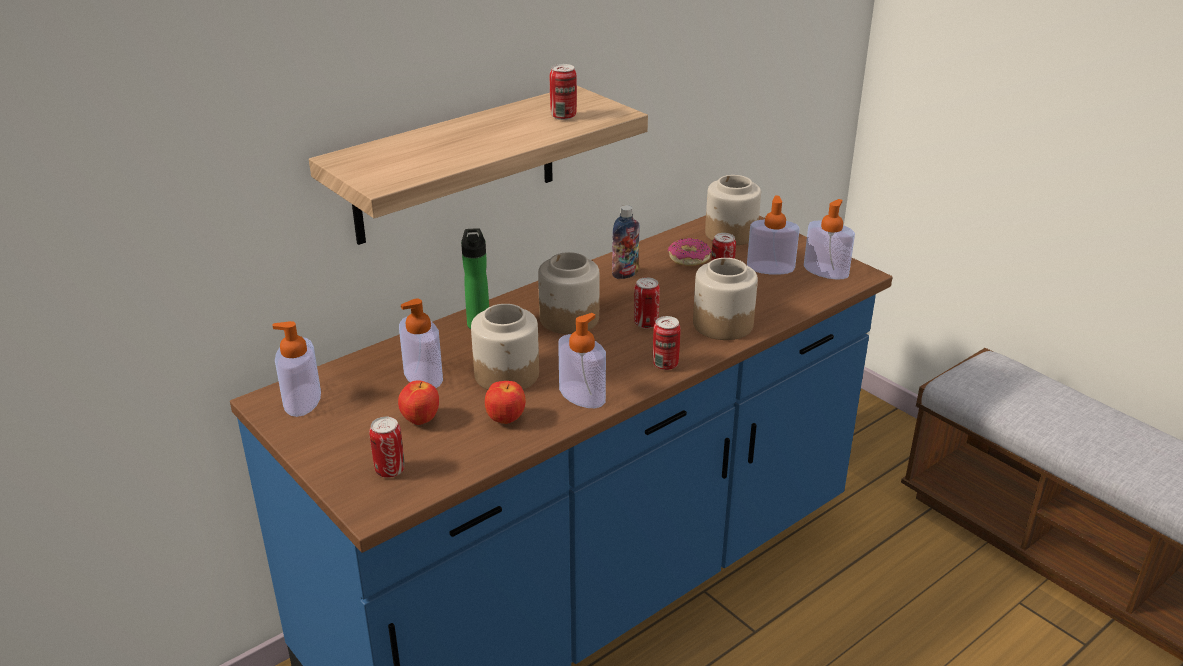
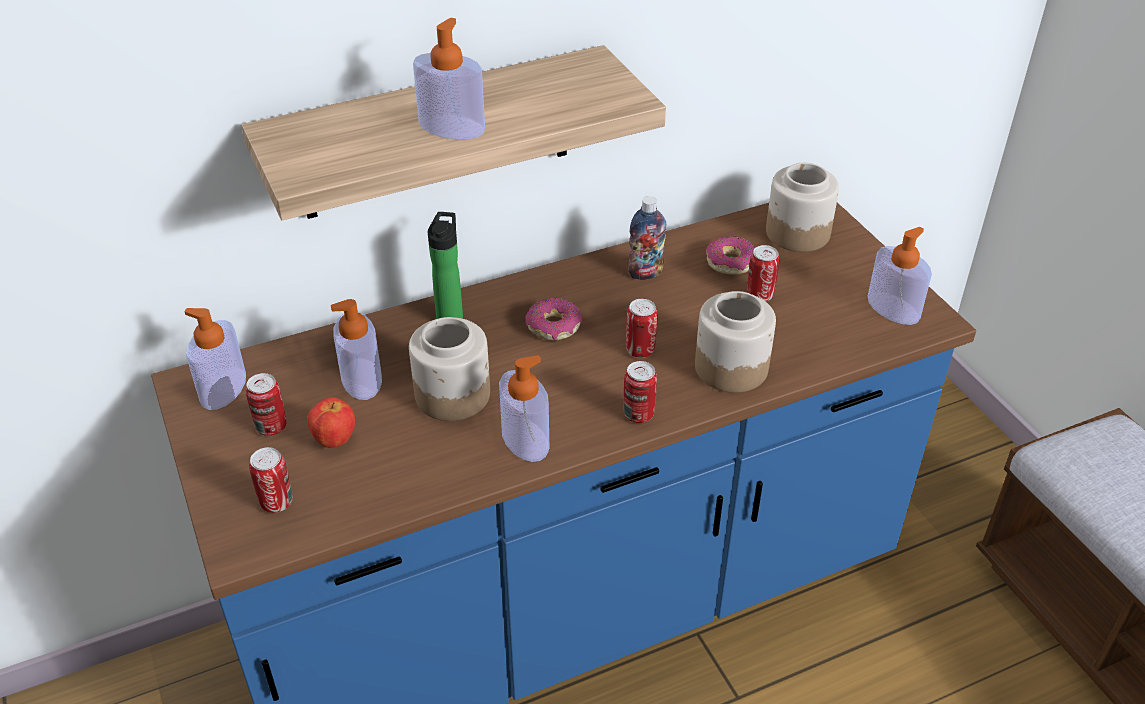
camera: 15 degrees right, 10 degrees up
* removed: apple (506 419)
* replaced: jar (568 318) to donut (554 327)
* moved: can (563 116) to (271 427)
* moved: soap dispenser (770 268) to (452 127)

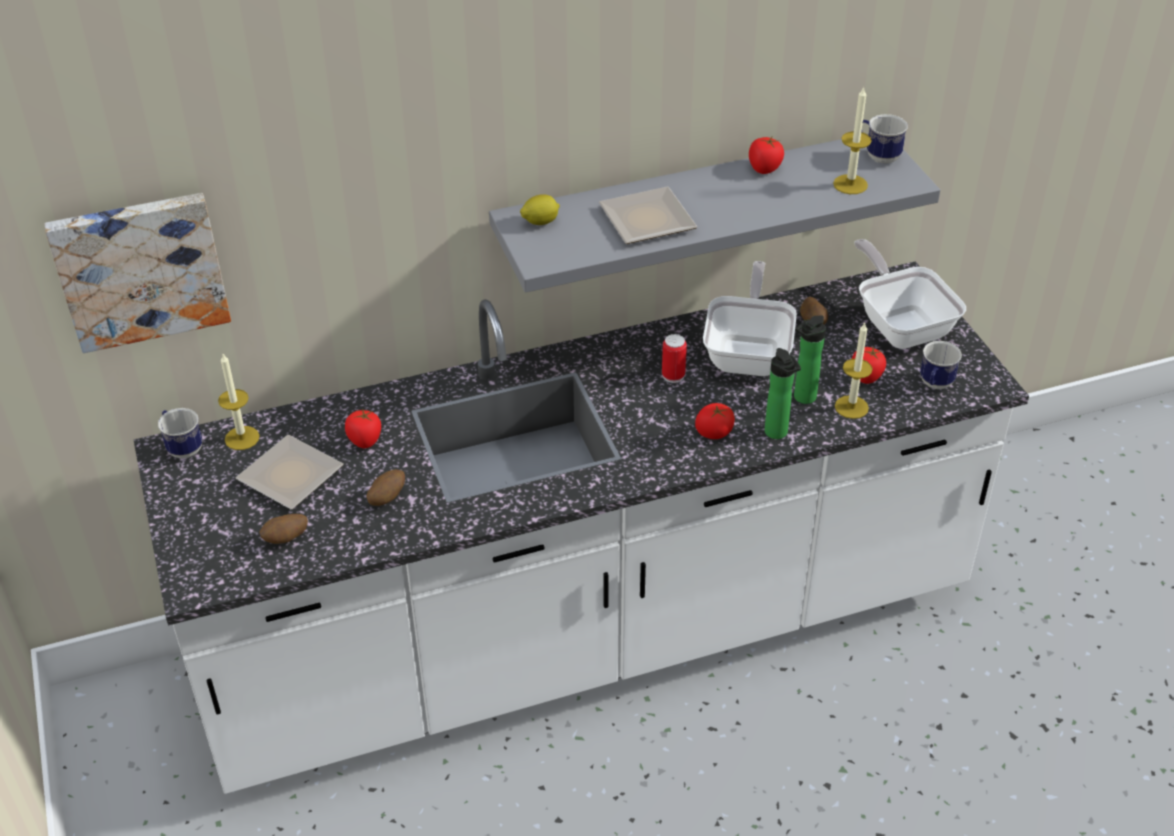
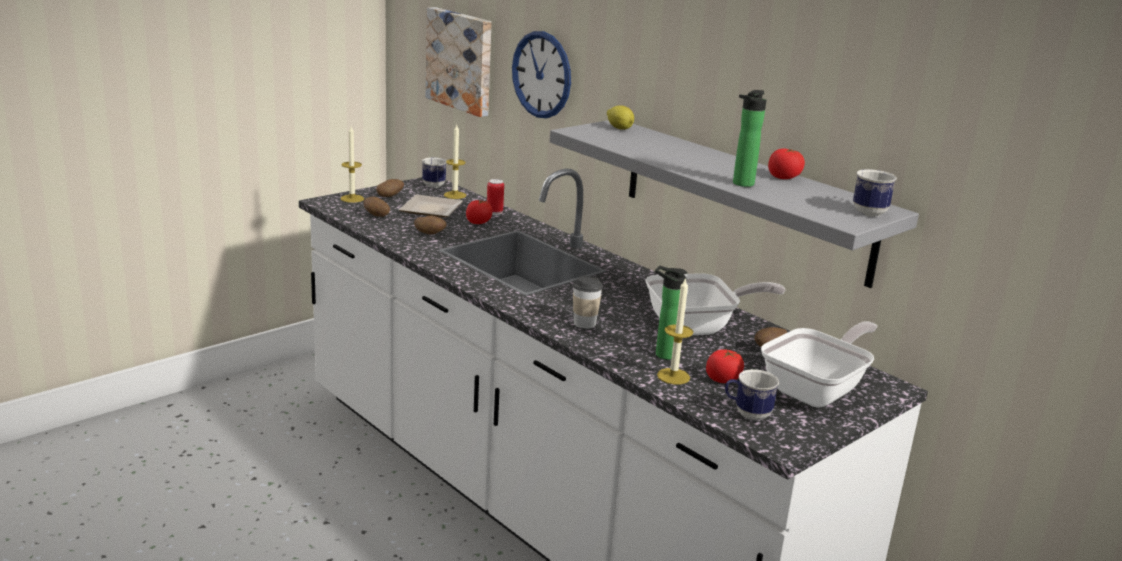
camera: 65 degrees right, 20 degrees down
* removed: plate (650 221)
* moved: can (673 375) to (494 212)
* replaced: tomato (714 433) to cup (584 323)
* moved: bottle (777 434) to (741 184)
* moved: candle (850 184) to (352 198)
* added: potato (390 196)
* added: wall clock (541 74)

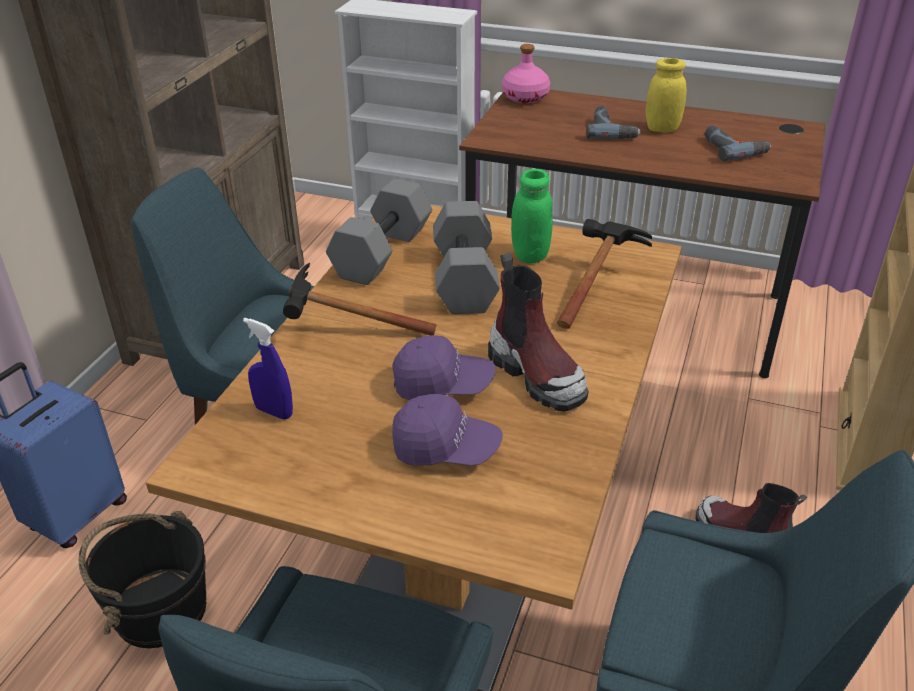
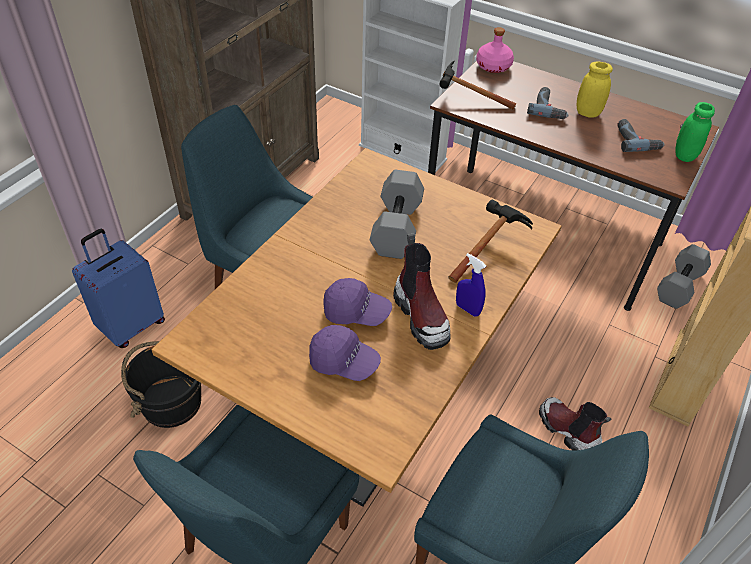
camera: 10 degrees right, 10 degrees up
* moved: blue spray bottle (274 412) to (467 309)
* moved: hammer (343 329) to (466 99)
* moved: grey dumbbell (383 254) to (680 287)
* moved: green jar (530 255) to (684 155)

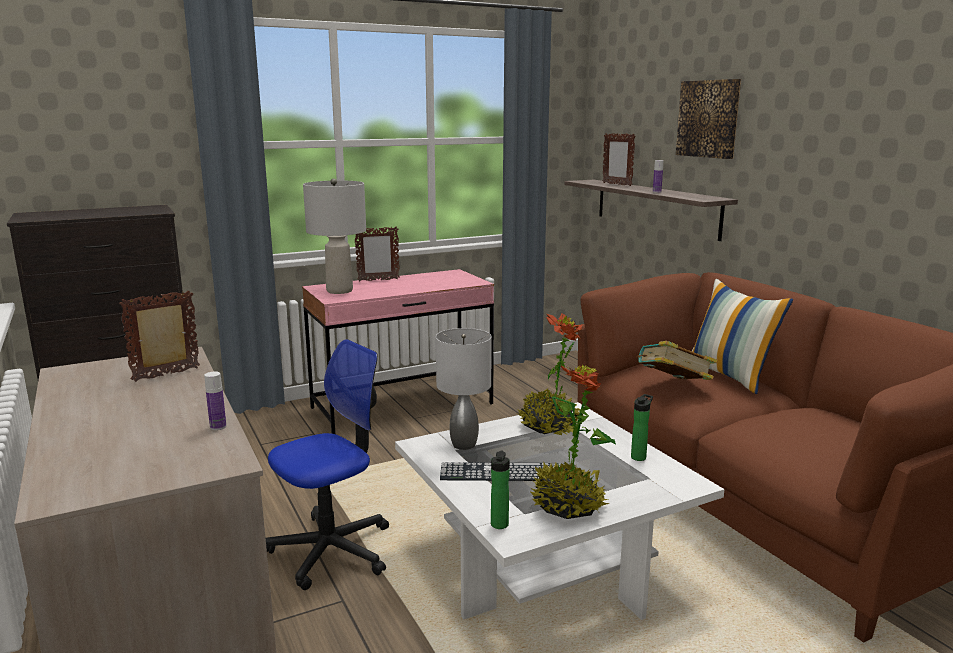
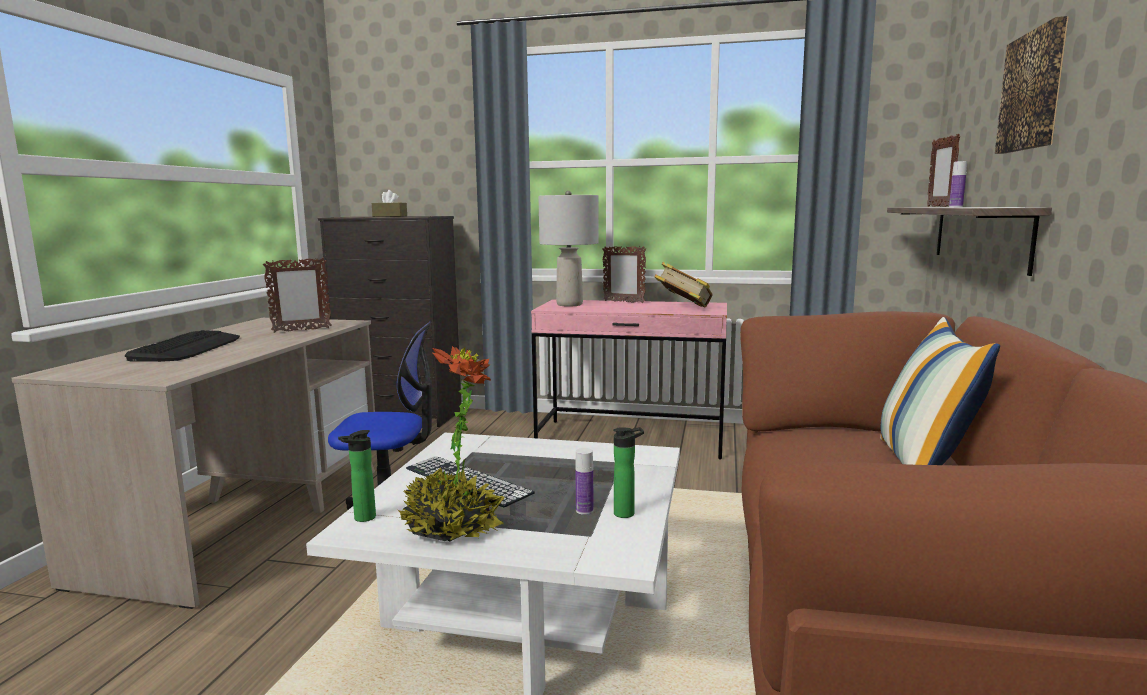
camera: 40 degrees right, 5 degrees down
* turned: picture frame (167 375) = (301 330) 150 degrees clockwise
* moved: bottle (218 427) to (584 510)
* removed: grey table lamp (463 444)
* removed: potted plant (549 427)
* moved: book (672 386) to (683 308)
* added: keyboard (187 348)
* added: brown tissue box (390 216)

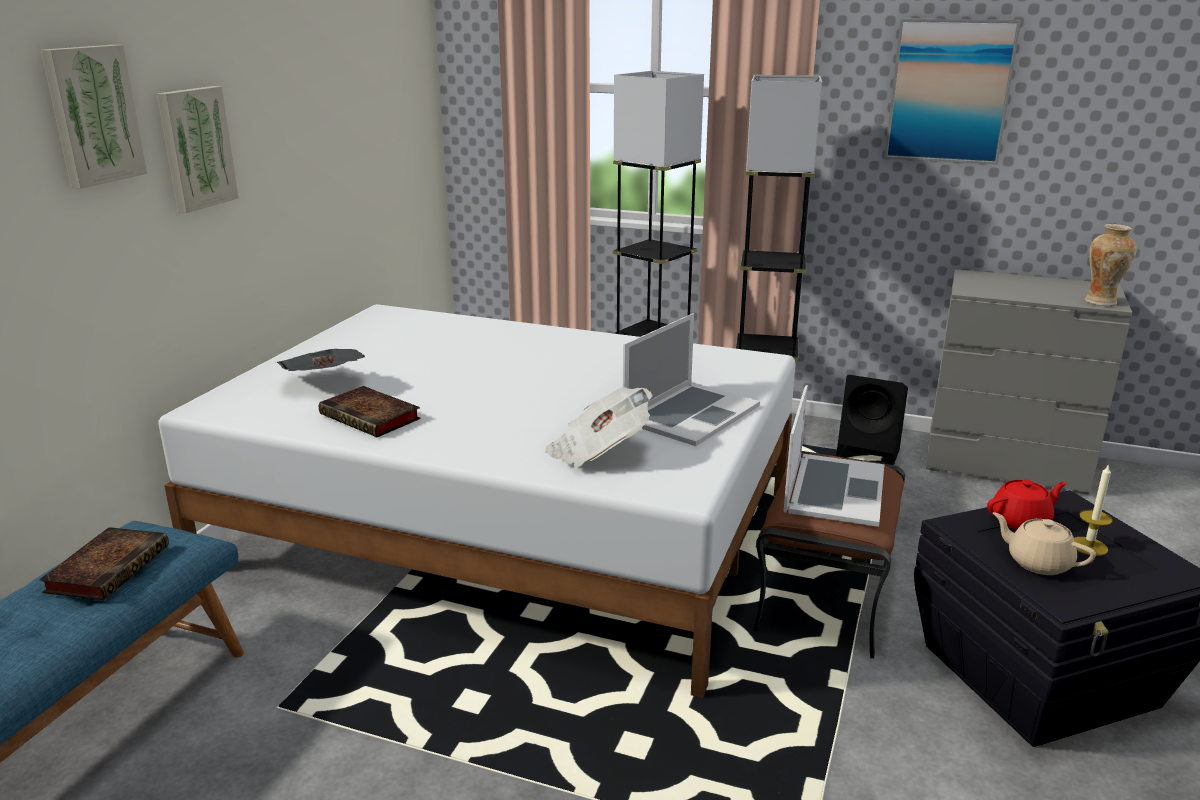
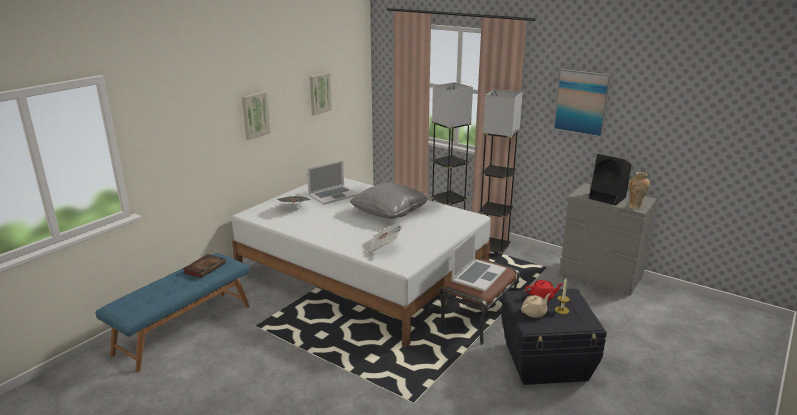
camera: 15 degrees right, 0 degrees up
* moved: picture (92 115) to (319 93)
* removed: book (372 417)
* moved: laptop (690 413) to (333 195)
* moved: black speaker (869 456) to (608 198)
* turned: beige teapot (1038 562) = (534 312) 90 degrees clockwise
* added: grey pillow (389 211)

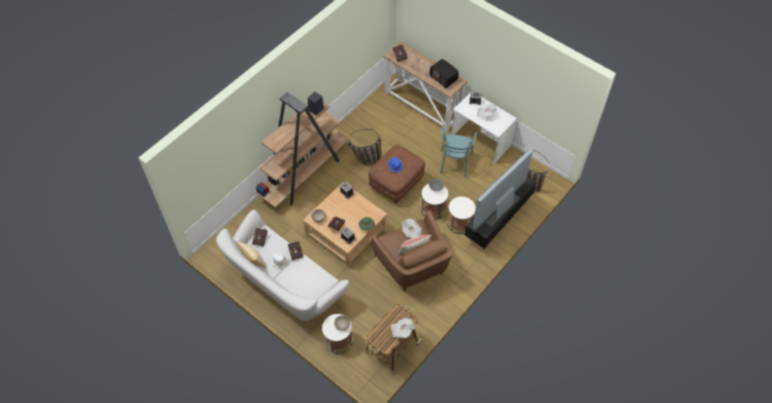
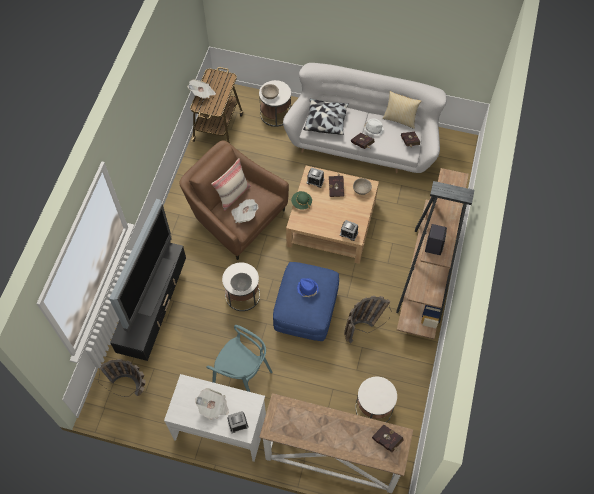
camera: 155 degrees right, 5 degrees up
* recoloured: brown ottoman (396 183) to blue ottoman (306 311)
* removed: radio (444 78)
* turned: turquoise chair (455 163) = (242 375) 135 degrees clockwise
* moved: white side table (460 222) to (374 408)
* added: pillow (325 121)

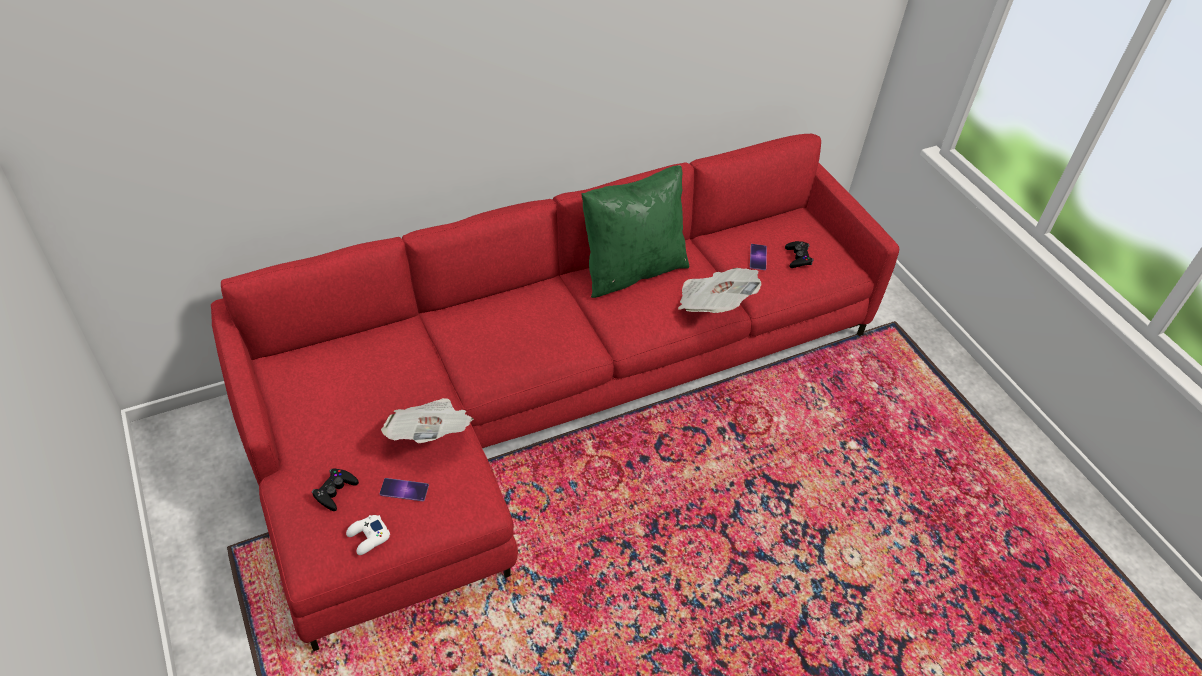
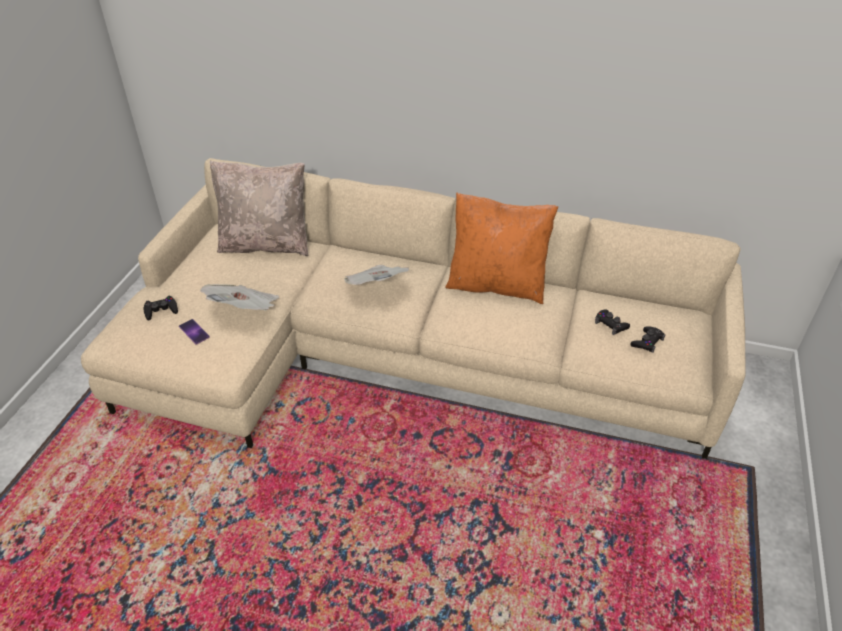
camera: 45 degrees right, 5 degrees down
* recoloured: red sofa (547 395) to beige sofa (399 357)
* removed: white game controller (368 537)
* recoloured: green pillow (631 270) to orange pillow (496 285)
* moved: newspaper (714 304) to (376 288)
* replaced: phone (758 257) to black game controller (610 324)
* added: beige pillow (266 244)

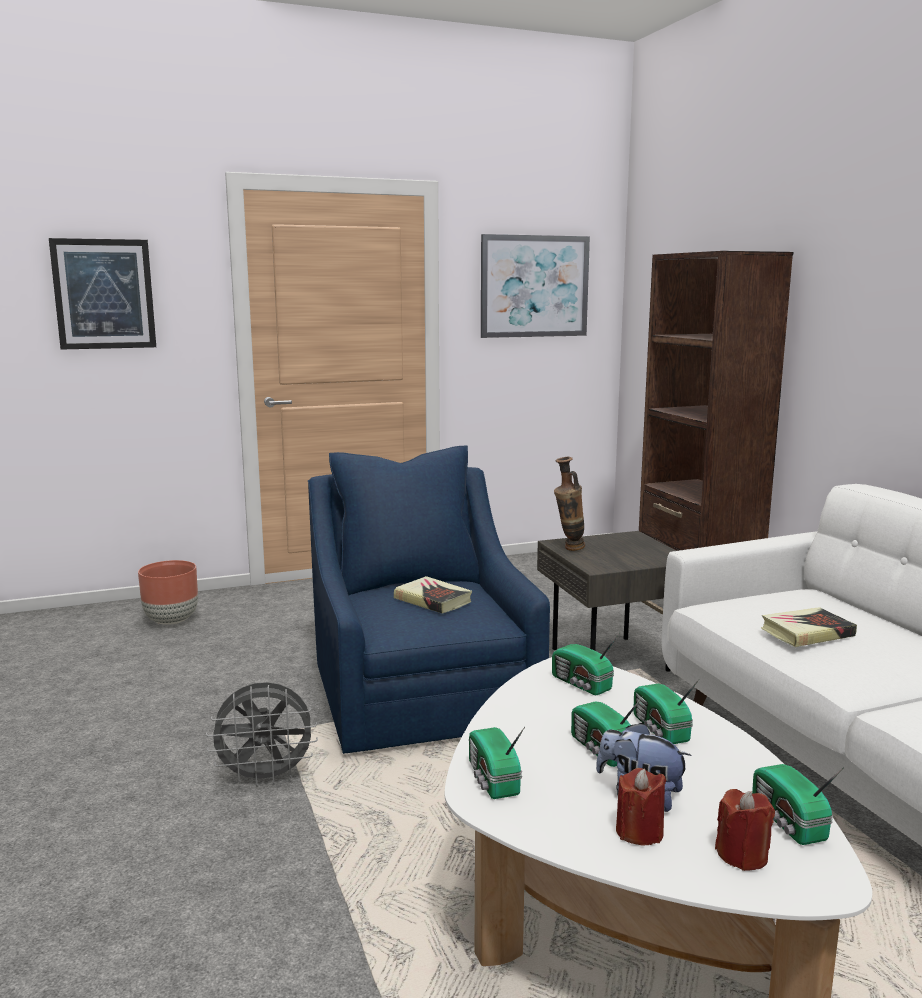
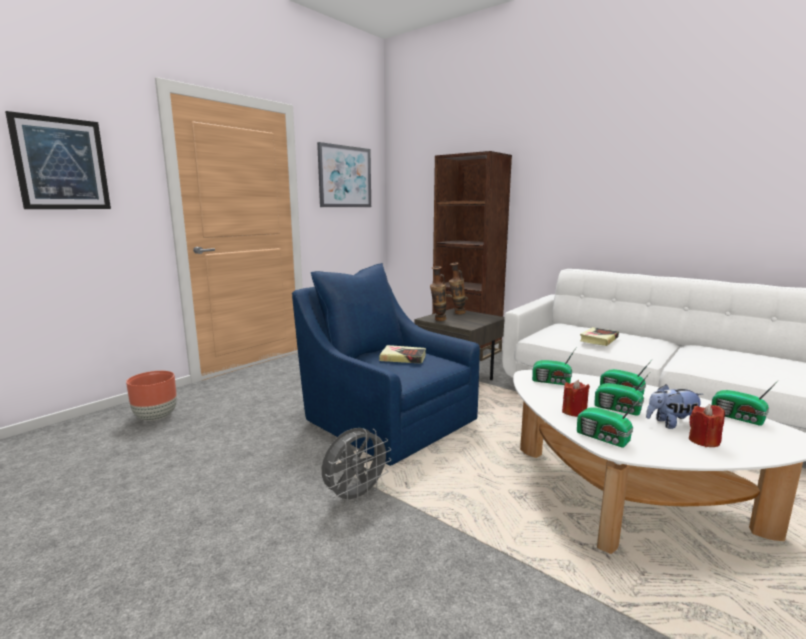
camera: 30 degrees left, 0 degrees up
* moved: red candle (742 855) to (574 412)
* added: vase (456 313)

